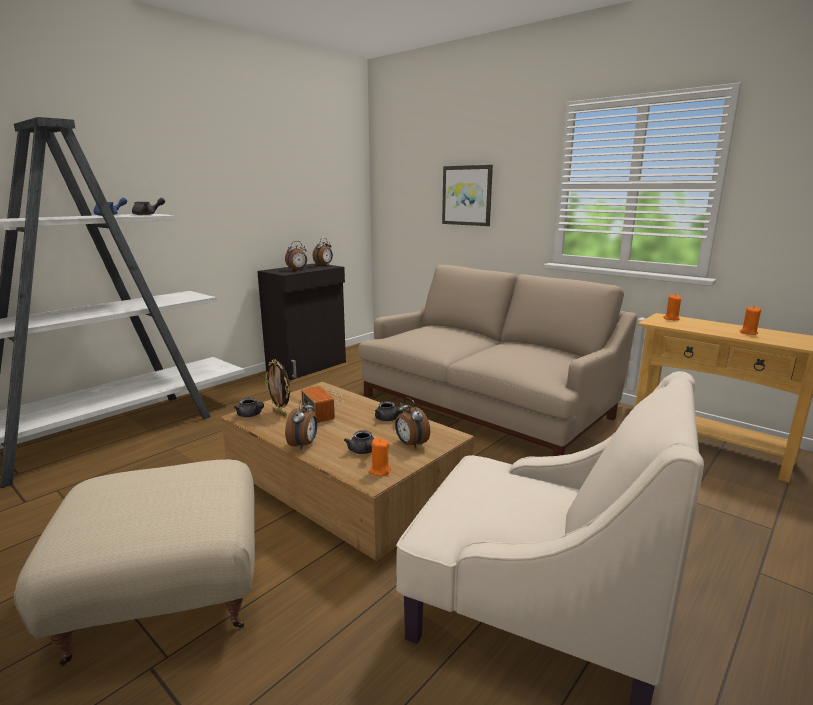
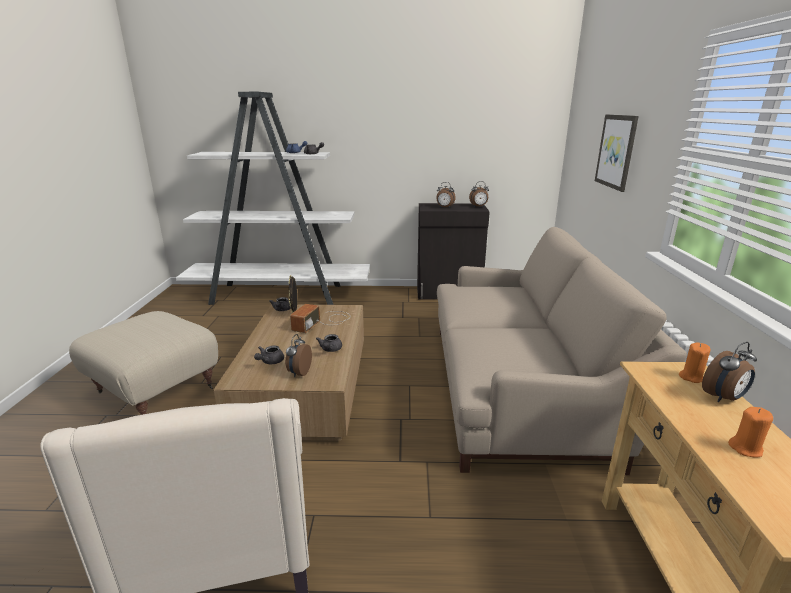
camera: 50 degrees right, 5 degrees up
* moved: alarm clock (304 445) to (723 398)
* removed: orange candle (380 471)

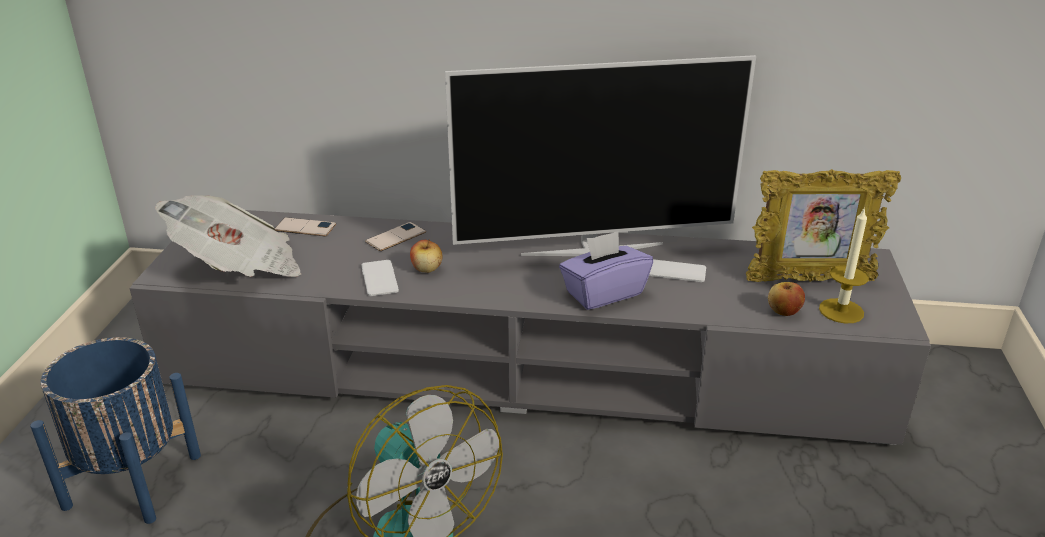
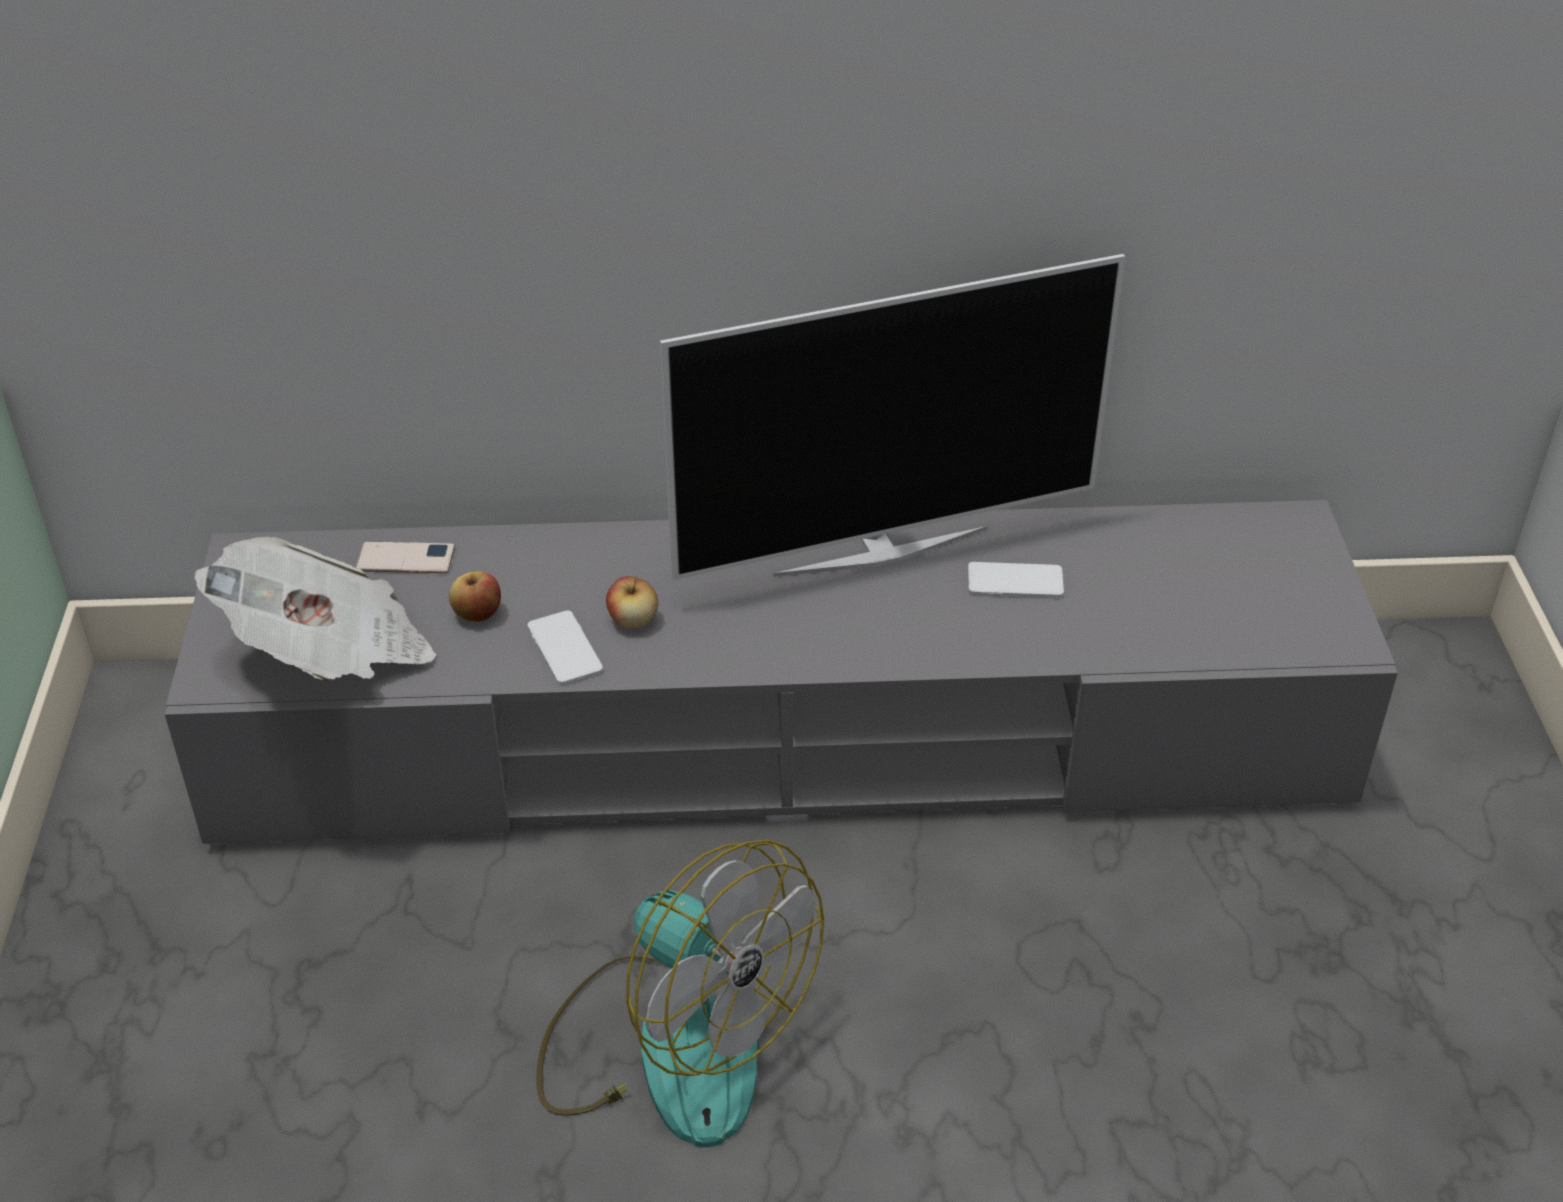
camera: 10 degrees left, 10 degrees up
* removed: blue planter (132 480)
* removed: phone (395 237)
* removed: purple tissue box (603 293)
* removed: picture frame (809 280)
* moved: apple (783 311) to (477 614)
* removed: candle (841 311)

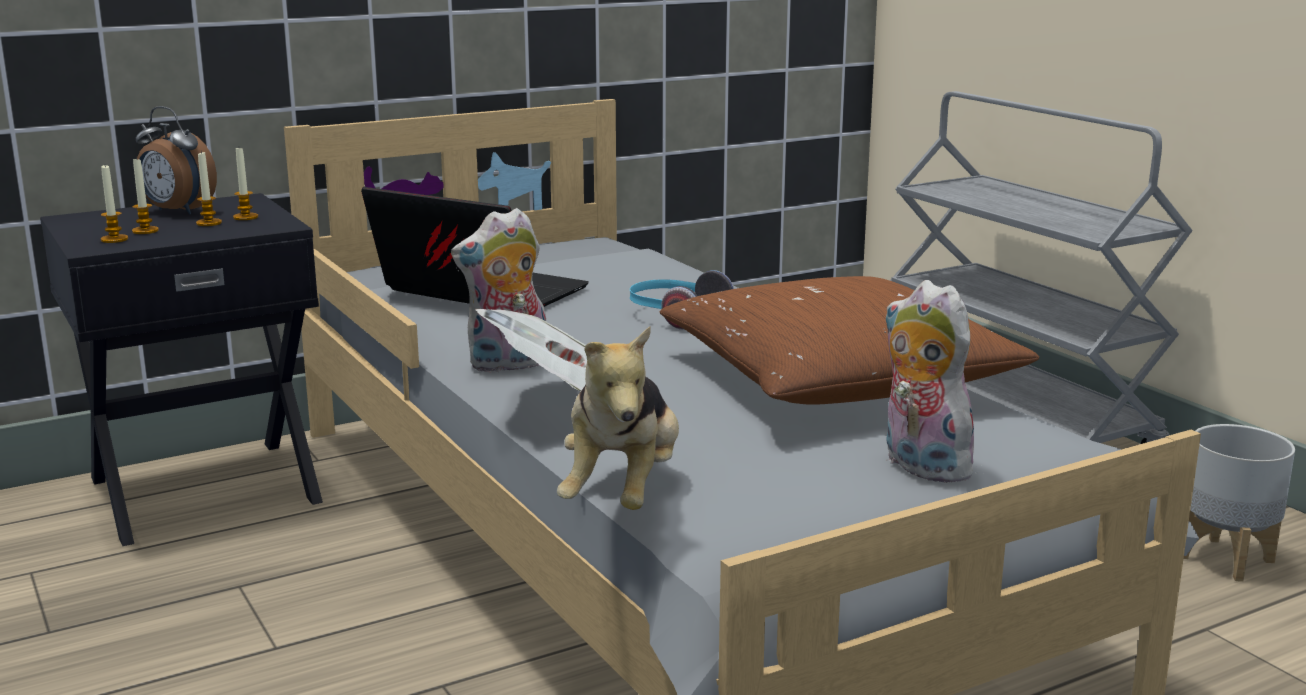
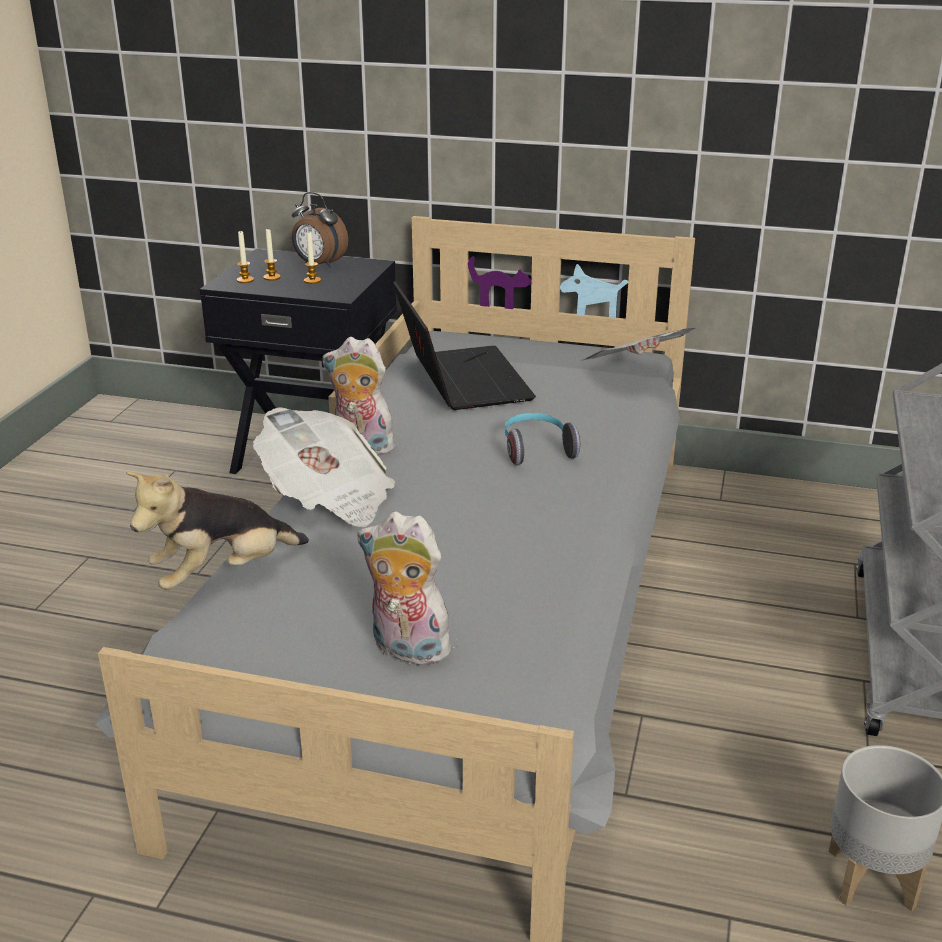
camera: 45 degrees right, 10 degrees up
* turned: alarm clock (177 211) = (319 265) 45 degrees counterclockwise
* removed: candle (245 217)
* removed: brown pillow (836 379)
* turned: plush toy (919 466) = (406 650) 75 degrees counterclockwise
* added: newspaper (634 372)

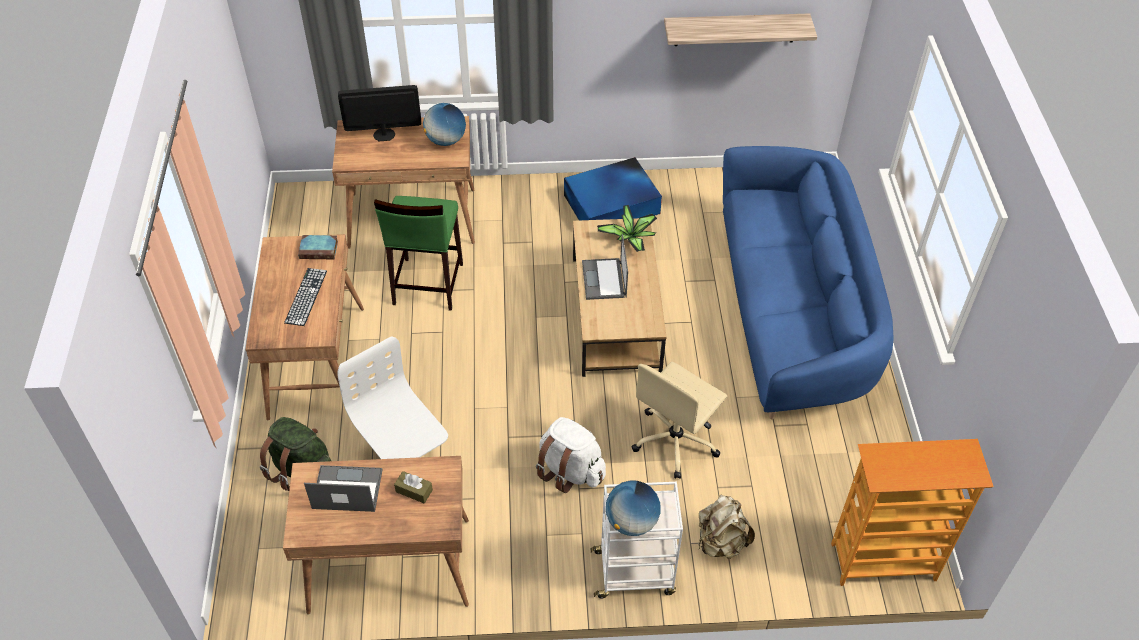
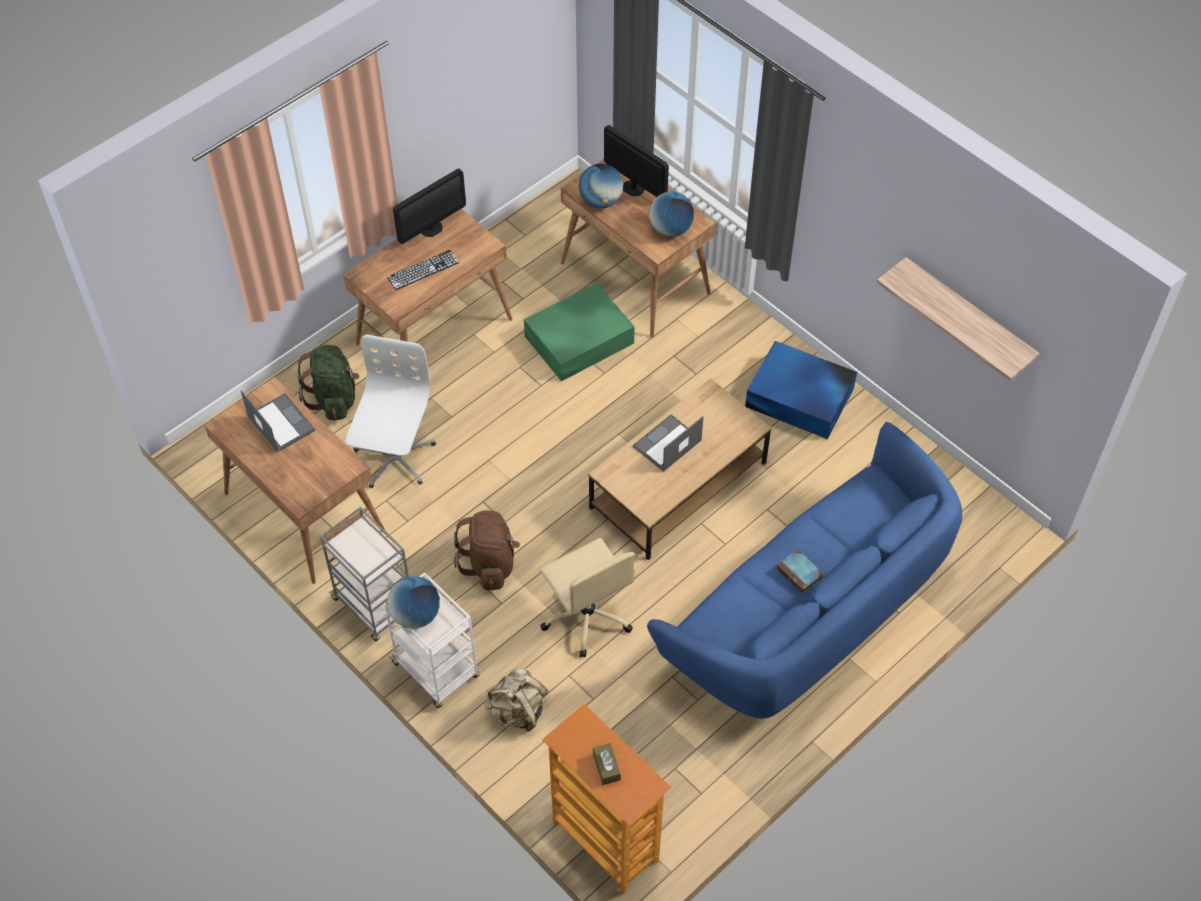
camera: 50 degrees right, 5 degrees up
* moved: book (319 249) to (800 574)
* replaced: green stool (427 284) to green storage box (577 340)
* moved: brown tissue box (414 491) to (606 767)
* recoloured: white backpack (570 470) to brown backpack (490 564)
* removed: potted plant (631 238)
* turned: beige office chair (676 441) = (587 616) 120 degrees counterclockwise
* added: grey cart (375 606)
* added: monitor (431 228)
* added: globe (601 201)

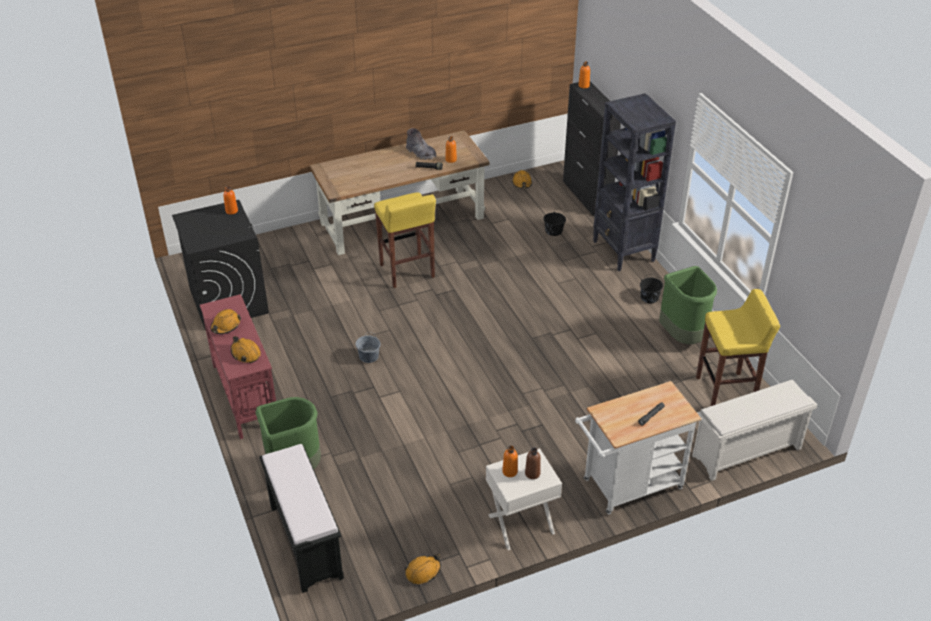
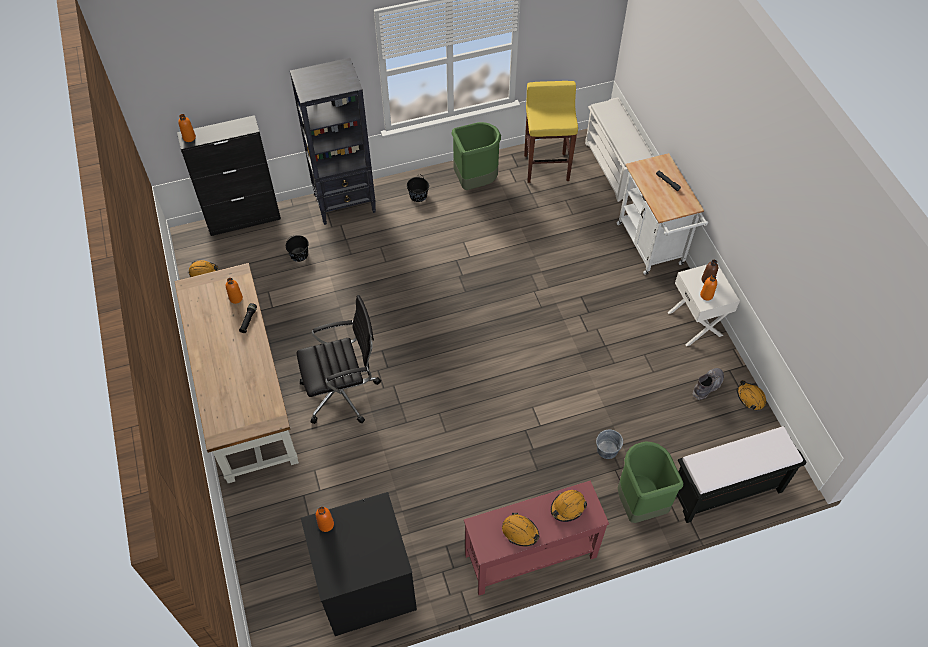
camera: 85 degrees left, 15 degrees up
* moved: grey bucket (368 356) to (607 450)
* replaced: yellow stool (407 271) to black office chair (343 392)
* moved: grey boot (421 153) to (707 386)

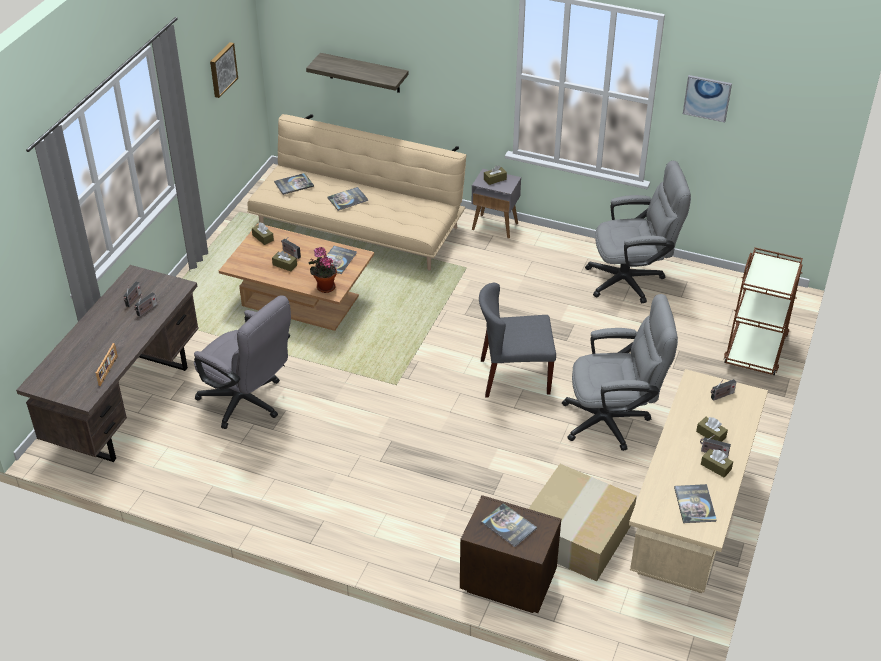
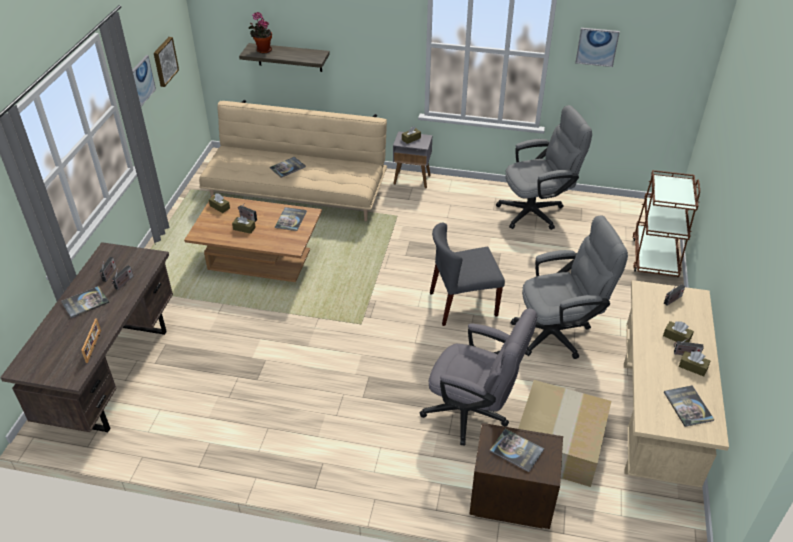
camera: 10 degrees left, 0 degrees up
* moved: grey office chair (248 403) to (473 414)
* moved: book (294 184) to (85 302)
* moved: potted plant (324 287) to (262 50)
* added: picture (141 81)

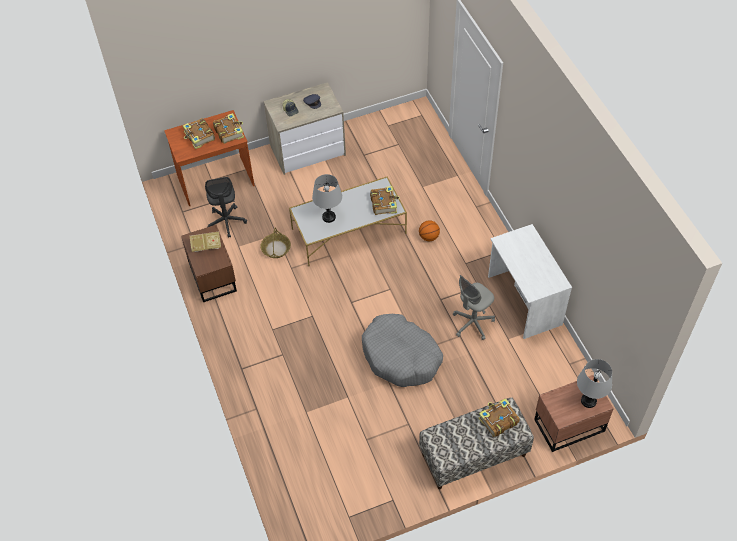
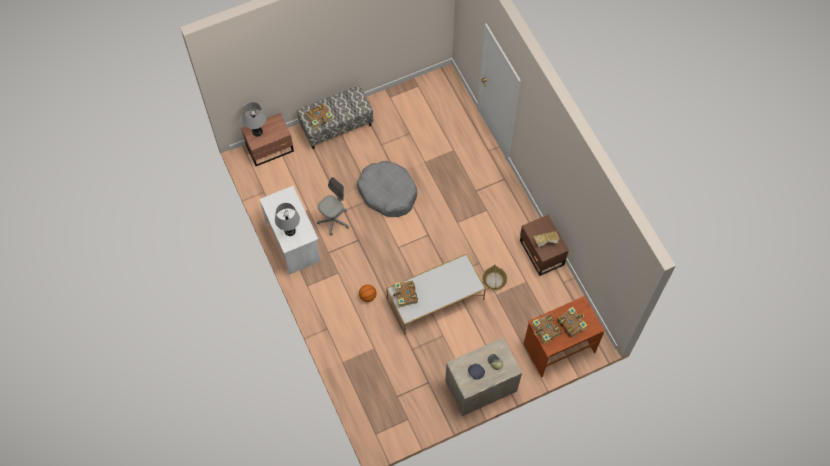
camera: 175 degrees right, 10 degrees up
* removed: grey office chair (226 222)
* moved: grey table lamp (329 217) to (290 231)

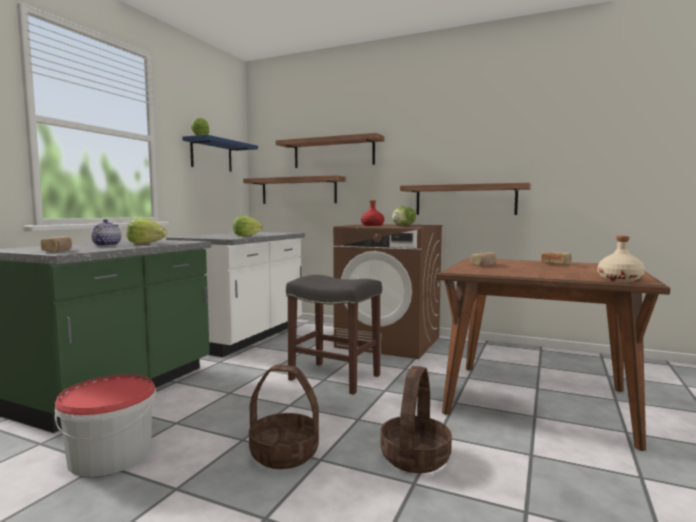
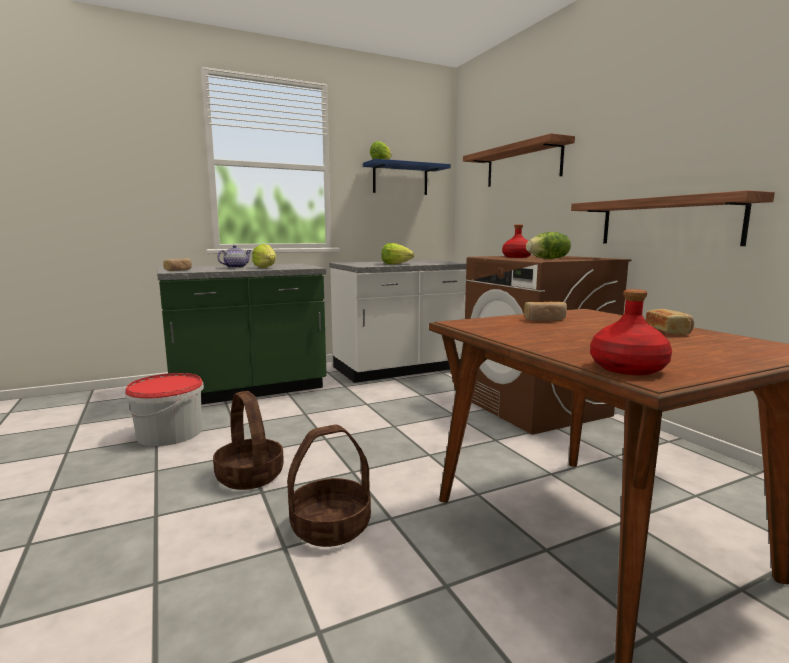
camera: 40 degrees right, 5 degrees up
* removed: shelf (298 190)
* removed: grey stool (336 377)
* recoloured: beige bottle (620 279) to red bottle (627 368)

